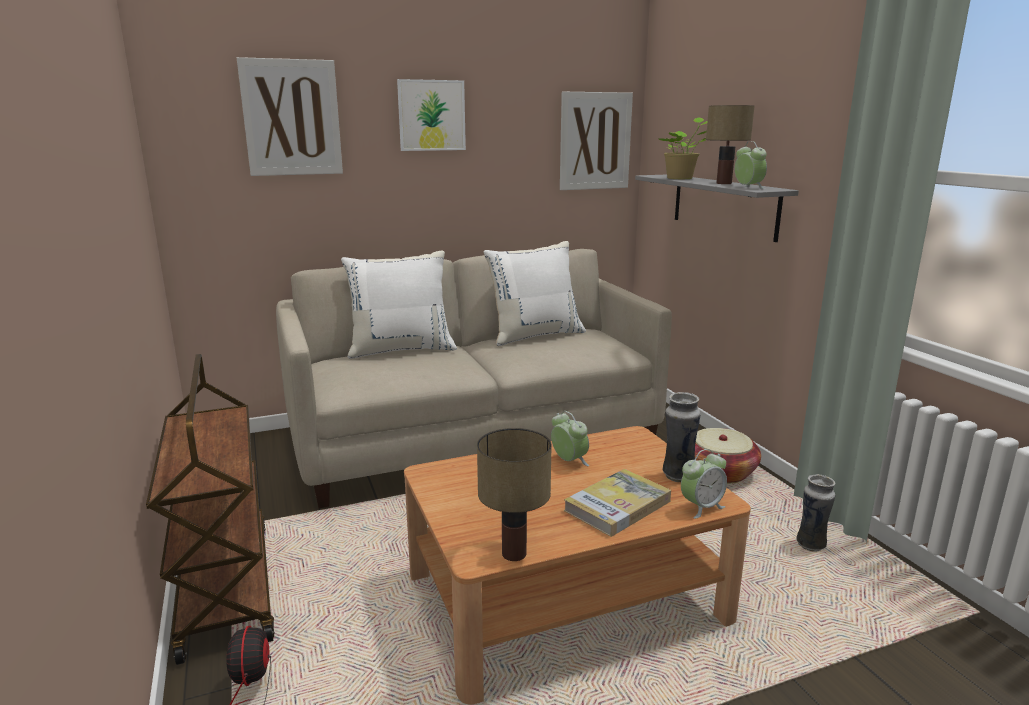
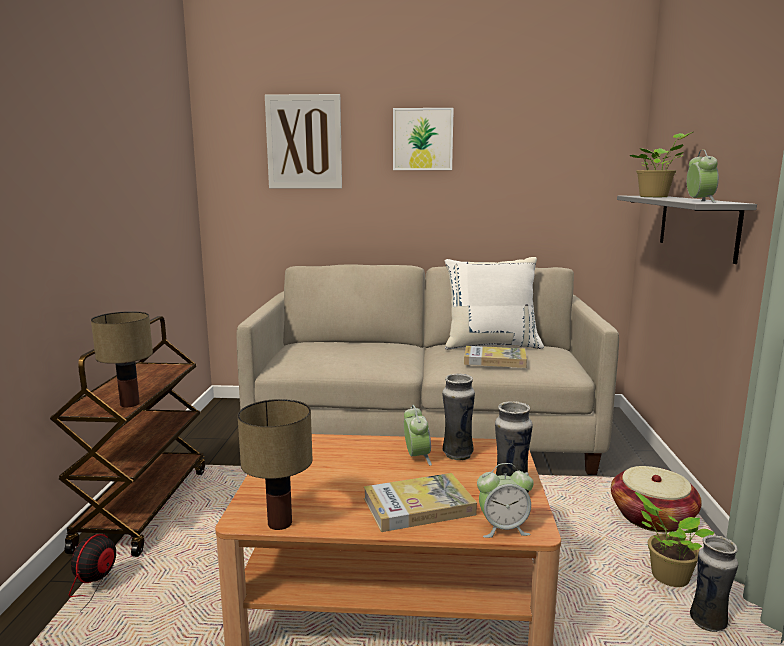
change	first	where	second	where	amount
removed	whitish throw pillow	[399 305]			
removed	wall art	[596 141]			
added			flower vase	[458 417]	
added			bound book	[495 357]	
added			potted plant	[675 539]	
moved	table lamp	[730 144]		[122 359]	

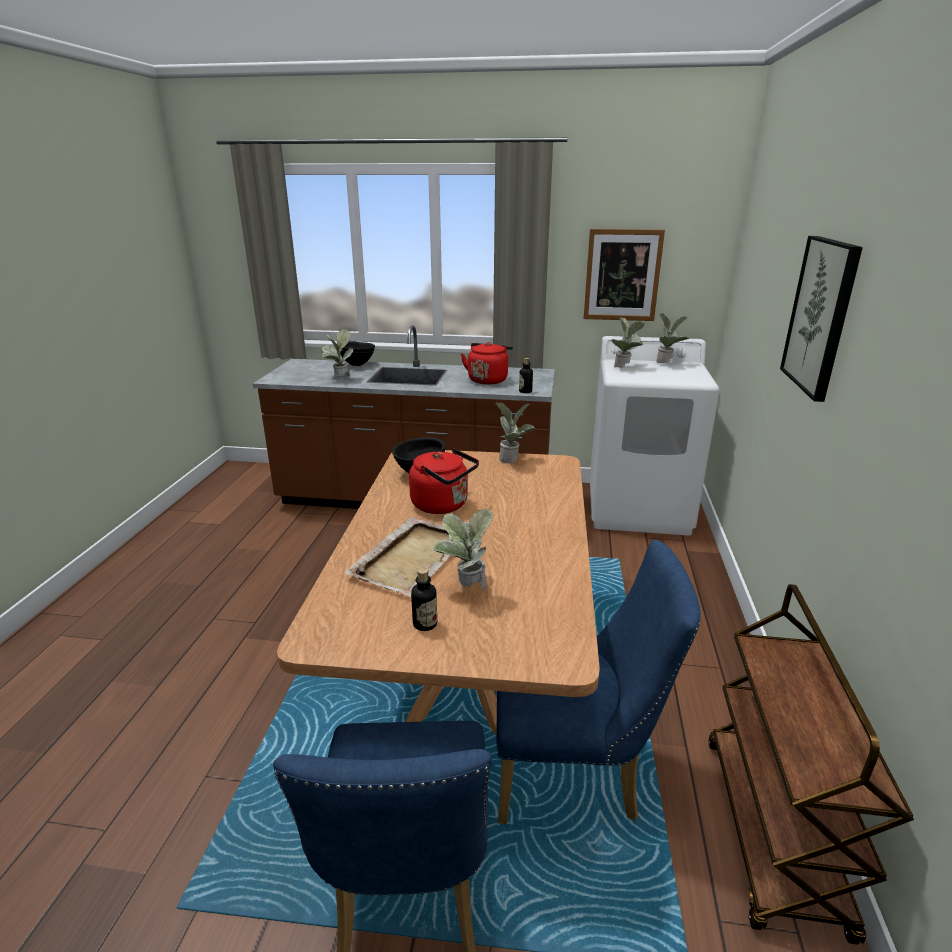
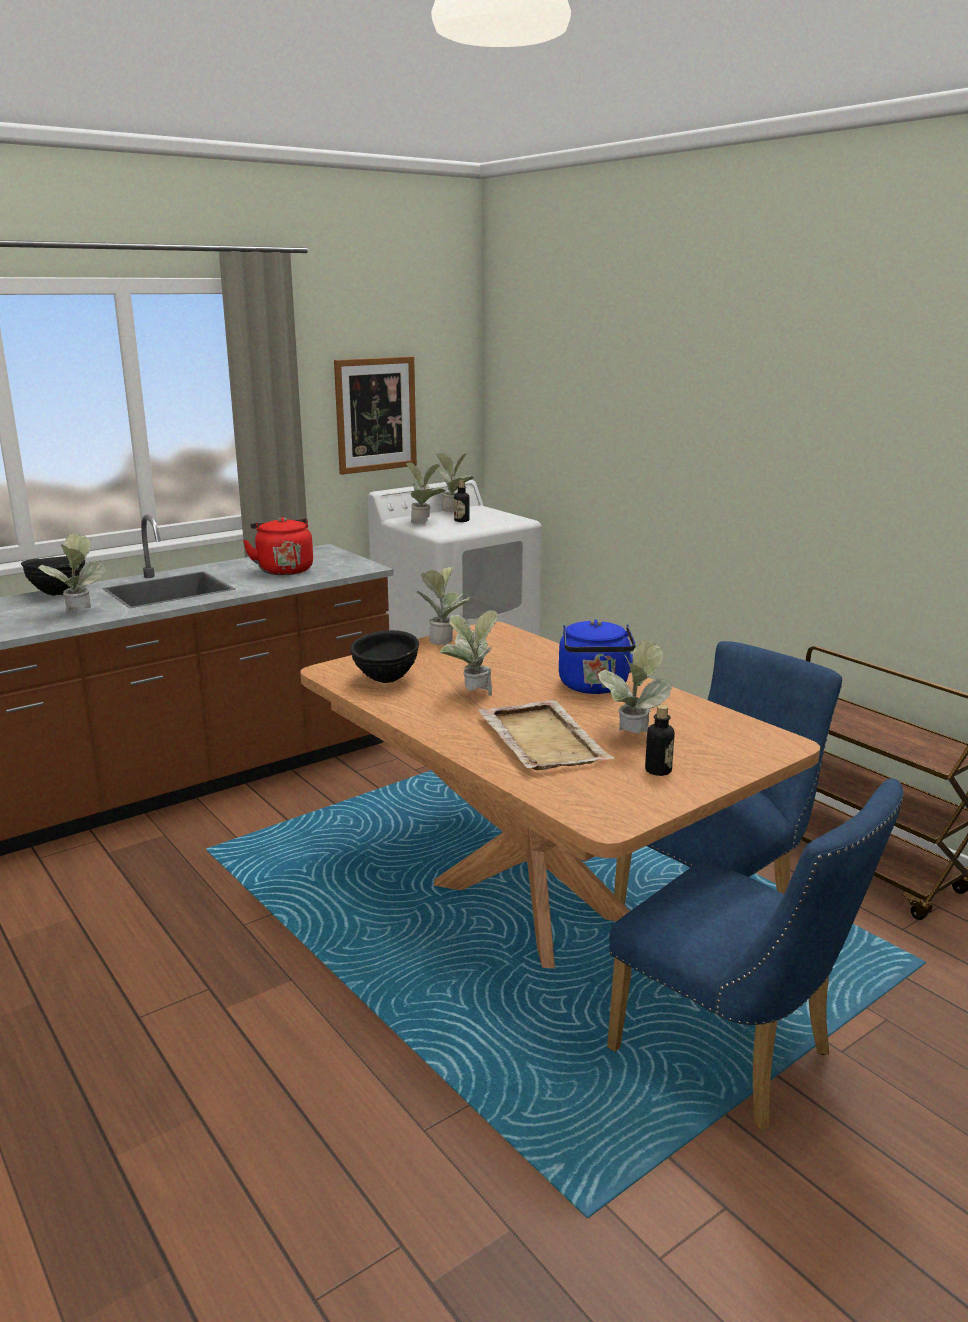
change	first	where	second	where	amount
removed	wall art	[821 319]			
added			blue-coloured tea kettle	[597 656]	
moved	beverage bottle	[526 375]		[462 501]	
replaced	red-coloured tea kettle	[444 481]	potted plant	[469 653]	

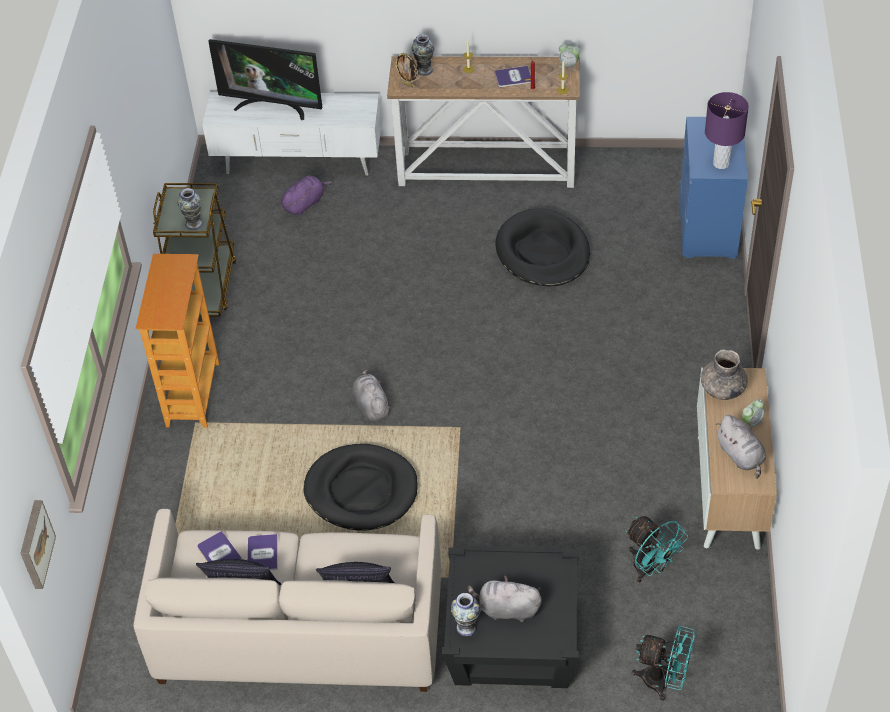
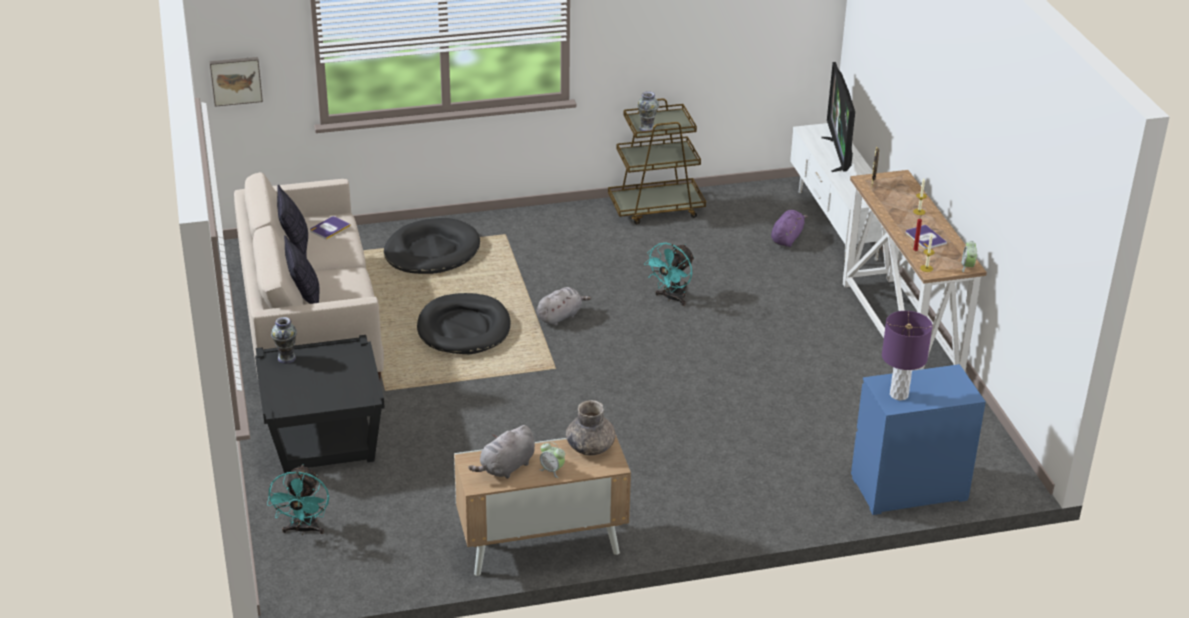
change	first	where	second	where	amount
removed	bookcase	[177 341]			
removed	bound book	[263 552]			
removed	flower vase	[423 55]			
removed	grey soft toy	[505 599]			
moved	black dog bed	[542 247]		[432 246]	
moved	turquoise-coloured fan	[656 549]		[669 274]	
turned	purple soft toy	[306 195]		[789 228]	90 degrees counterclockwise

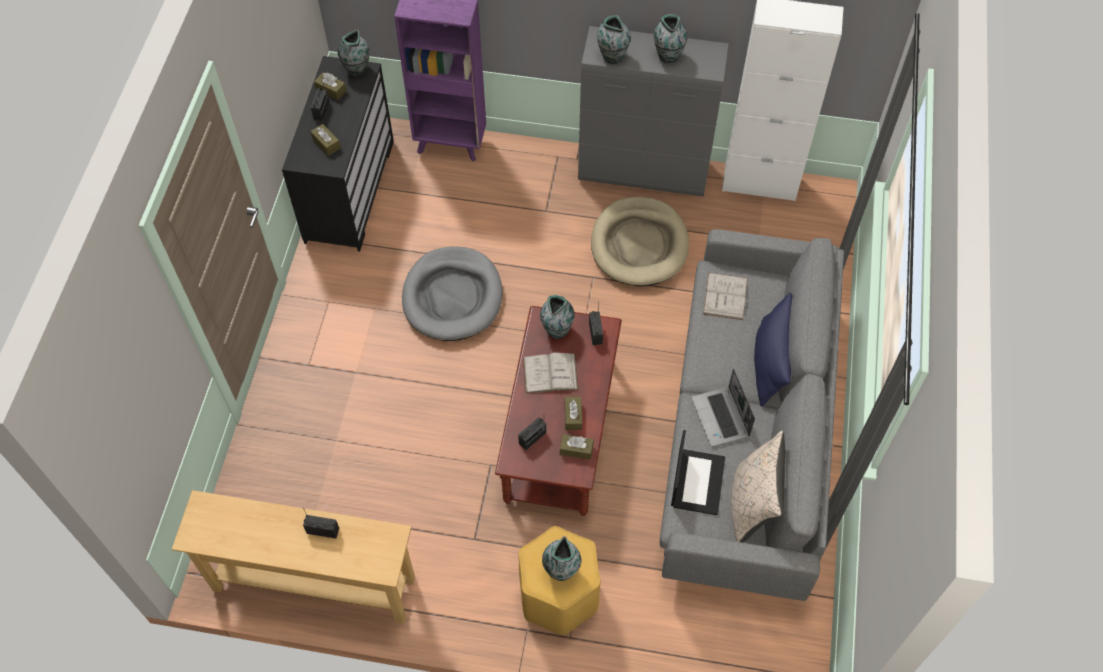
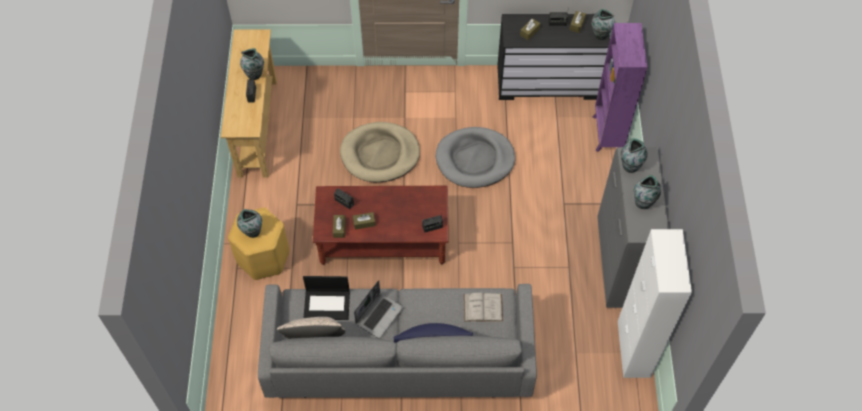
change	first	where	second	where	amount
removed	whitish bound book	[551 373]			
moved	flower vase	[557 317]		[252 64]	
moved	sand-coloured dog bed	[640 242]		[380 152]	
turned	notebook computer	[723 408]		[378 309]	150 degrees clockwise

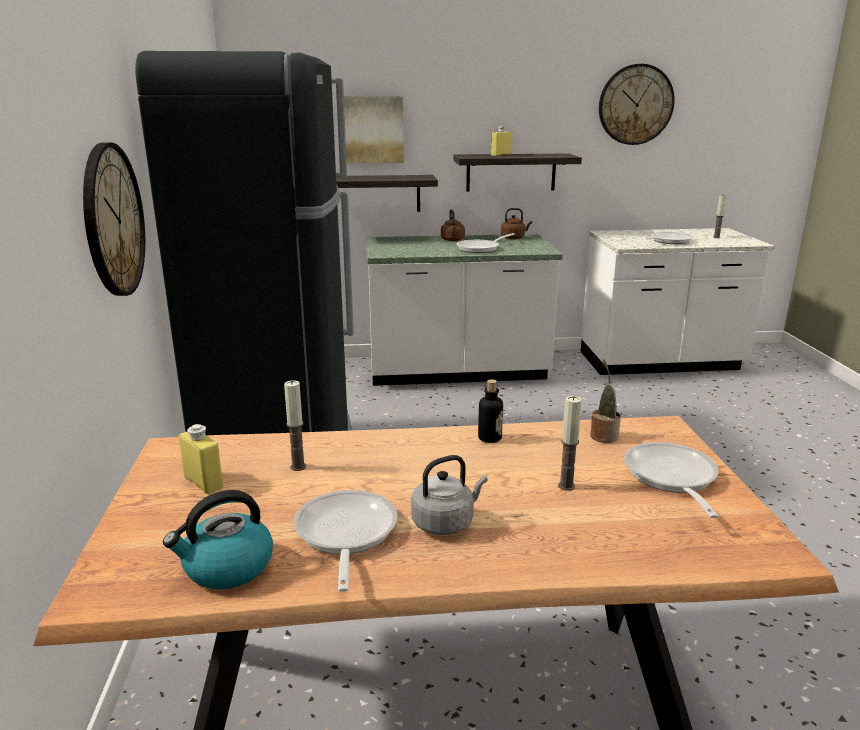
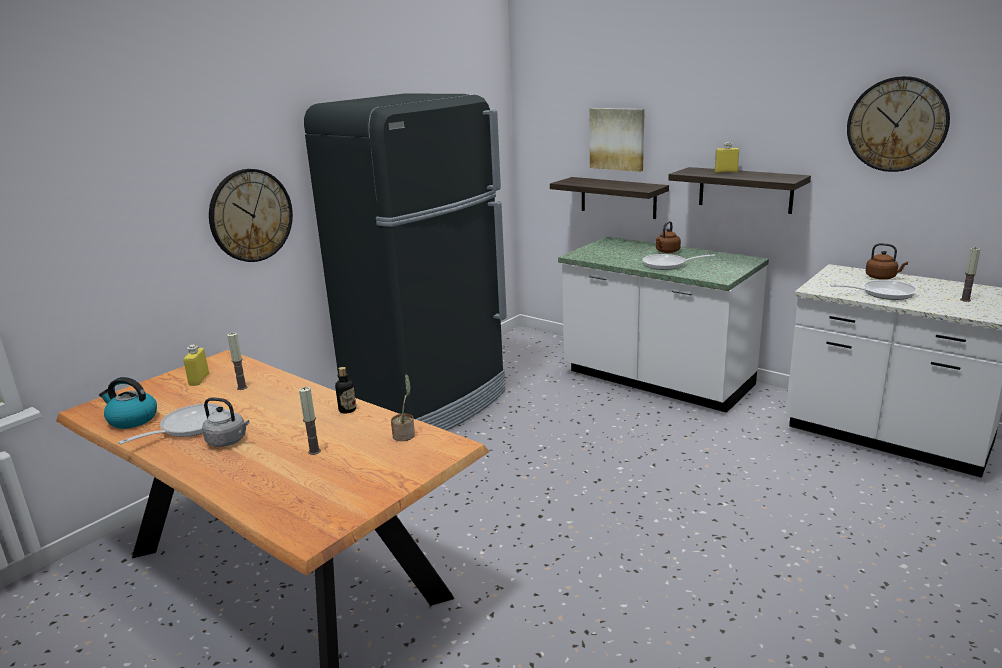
change	first	where	second	where	amount
removed	frying pan	[671 480]			
moved	brownish tea kettle	[516 223]		[887 261]	

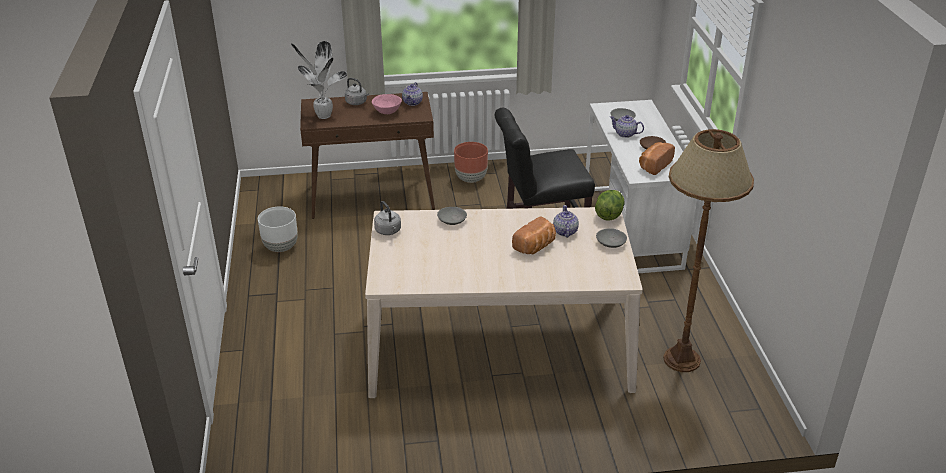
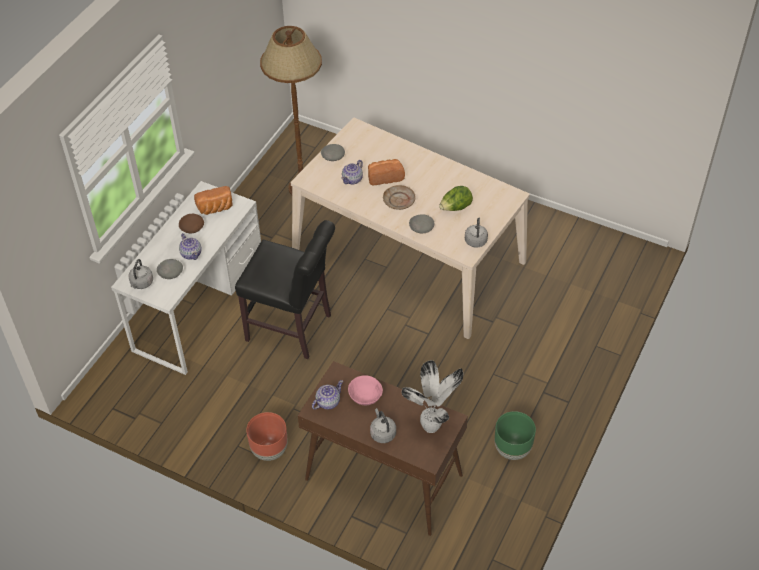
change	first	where	second	where	amount
added			grey tea kettle	[140 274]	
added			sand-coloured plate	[399 197]	
moved	lettuce	[610 205]		[456 198]	
recoloured	whitish planter	[278 229]	green-coloured planter	[515 435]	

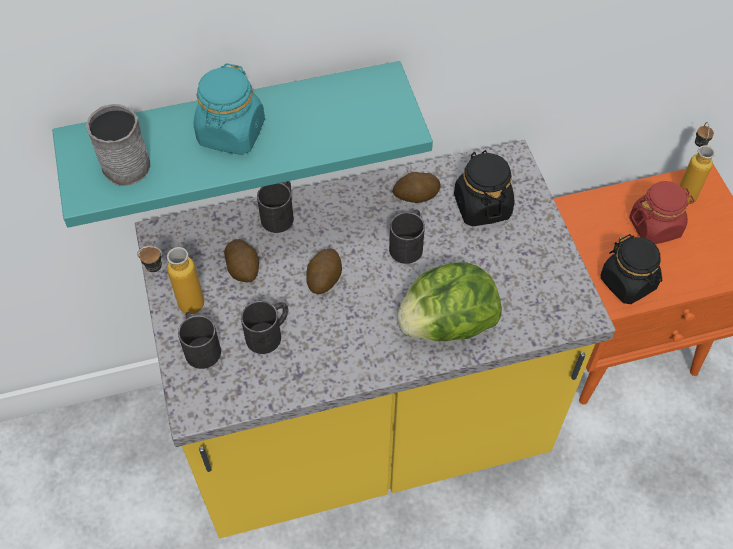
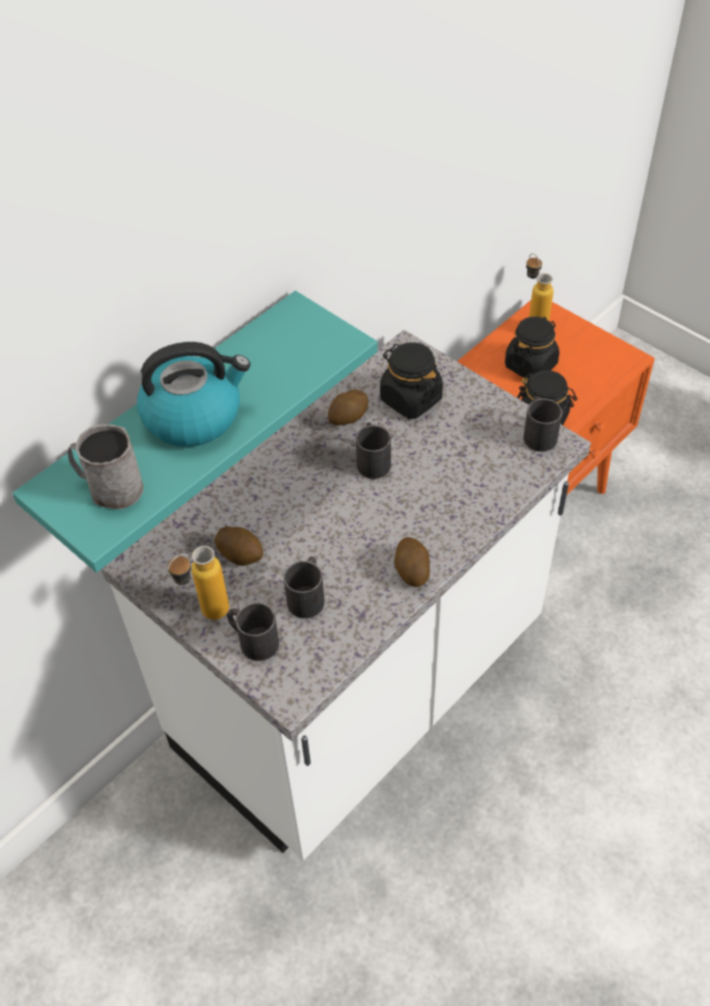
change	first	where	second	where	amount
removed	lettuce	[449 302]			
moved	black coffee mug	[275 207]		[542 424]	
moved	spud	[324 271]		[412 562]	
replaced	turquoise-coloured storage jar	[229 109]	tea kettle	[193 394]	
recoloured	yellow-coloured counter	[375 339]	whitish counter	[346 595]	
recoloured	red-coloured storage jar	[661 212]	black storage jar	[532 348]	

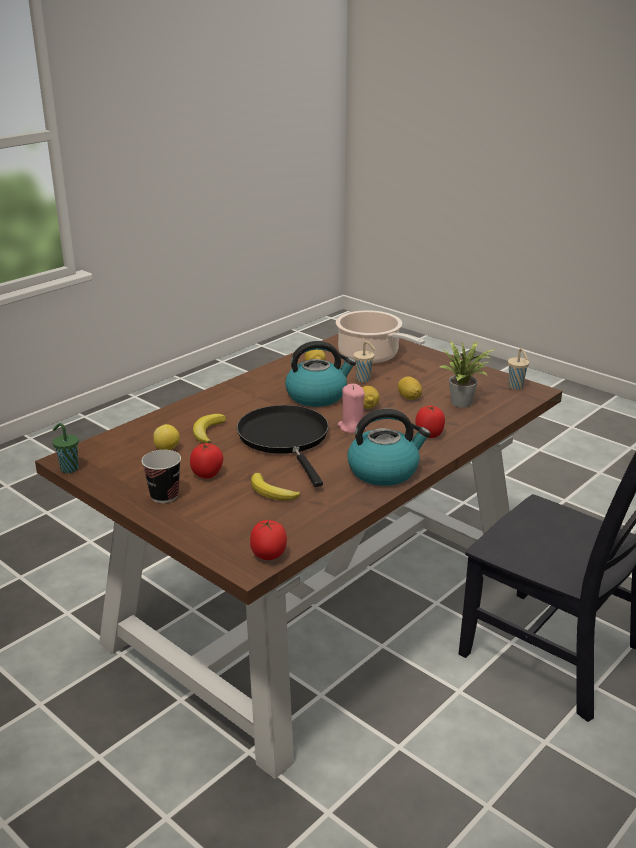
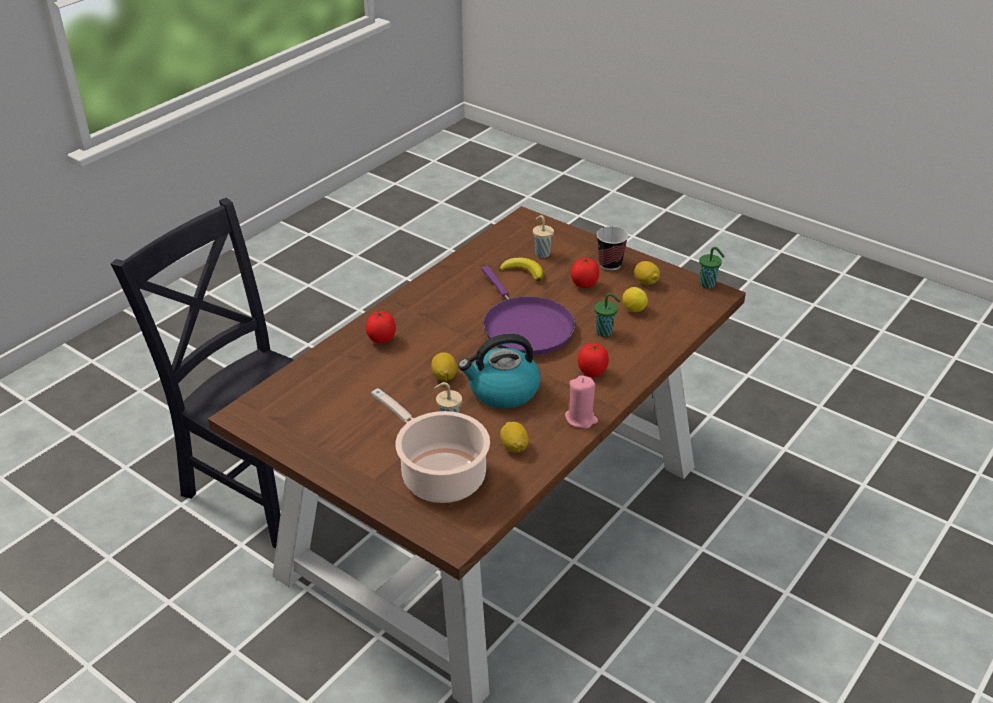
change	first	where	second	where	amount
removed	tea kettle	[389 447]			
removed	potted plant	[467 374]			
moved	fresh tomato	[268 540]		[593 360]	
moved	pinkish candle	[352 408]		[581 402]	
moved	citrus fruit	[410 388]		[647 273]	
moved	sand-coloured small cup	[518 369]		[543 236]	
replaced	banana fruit	[209 429]	green-coloured small cup	[607 315]	
recoloured	black frying pan	[283 446]	purple frying pan	[528 310]	

